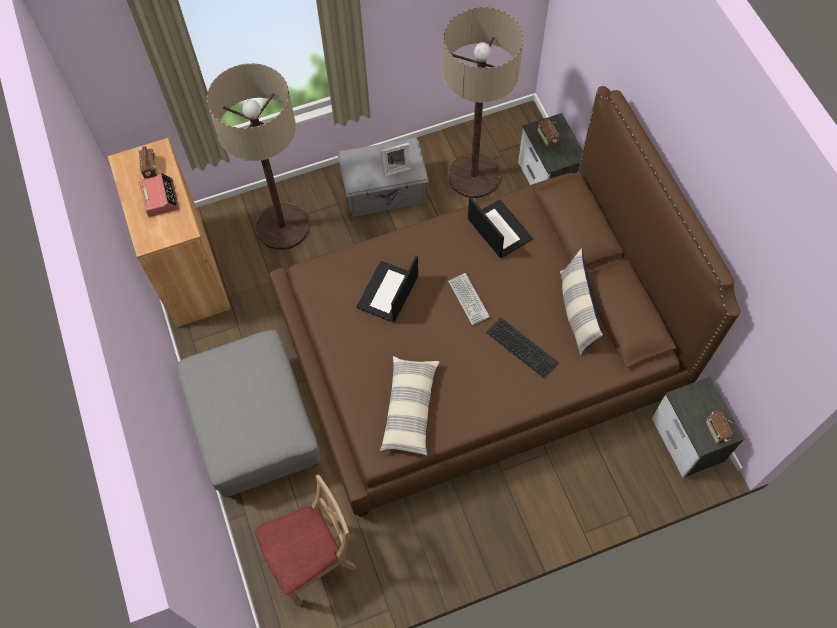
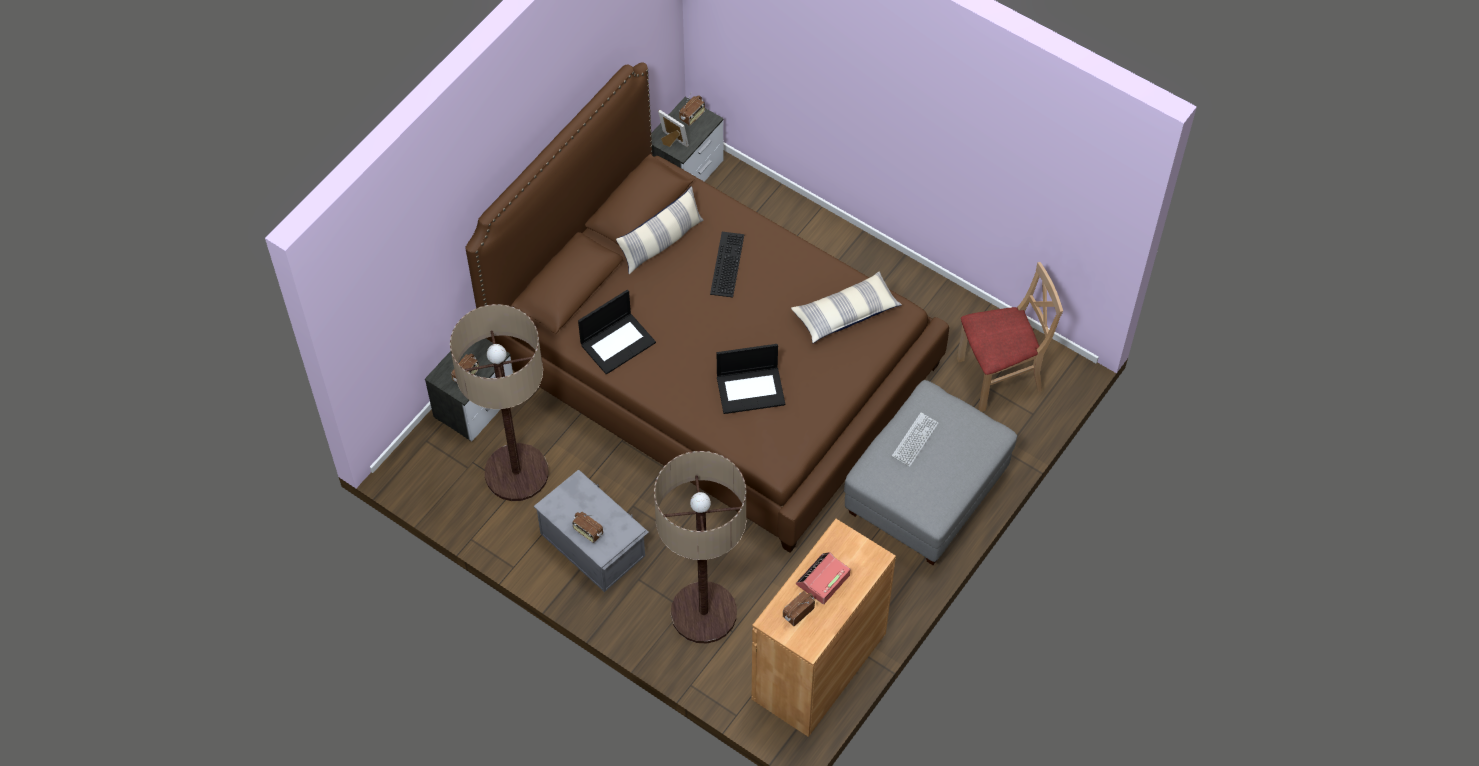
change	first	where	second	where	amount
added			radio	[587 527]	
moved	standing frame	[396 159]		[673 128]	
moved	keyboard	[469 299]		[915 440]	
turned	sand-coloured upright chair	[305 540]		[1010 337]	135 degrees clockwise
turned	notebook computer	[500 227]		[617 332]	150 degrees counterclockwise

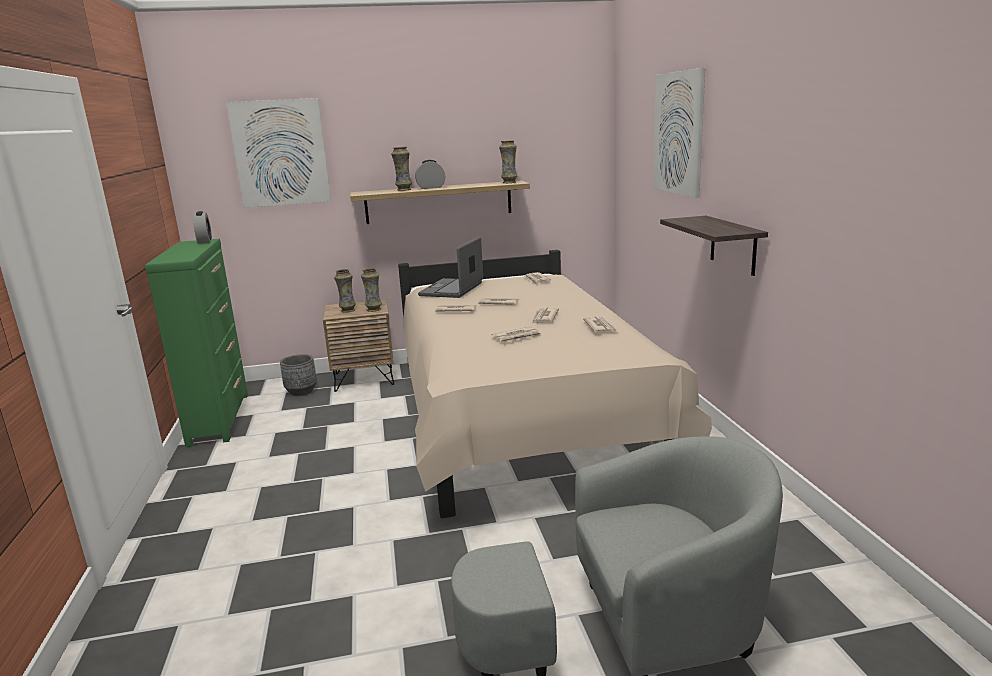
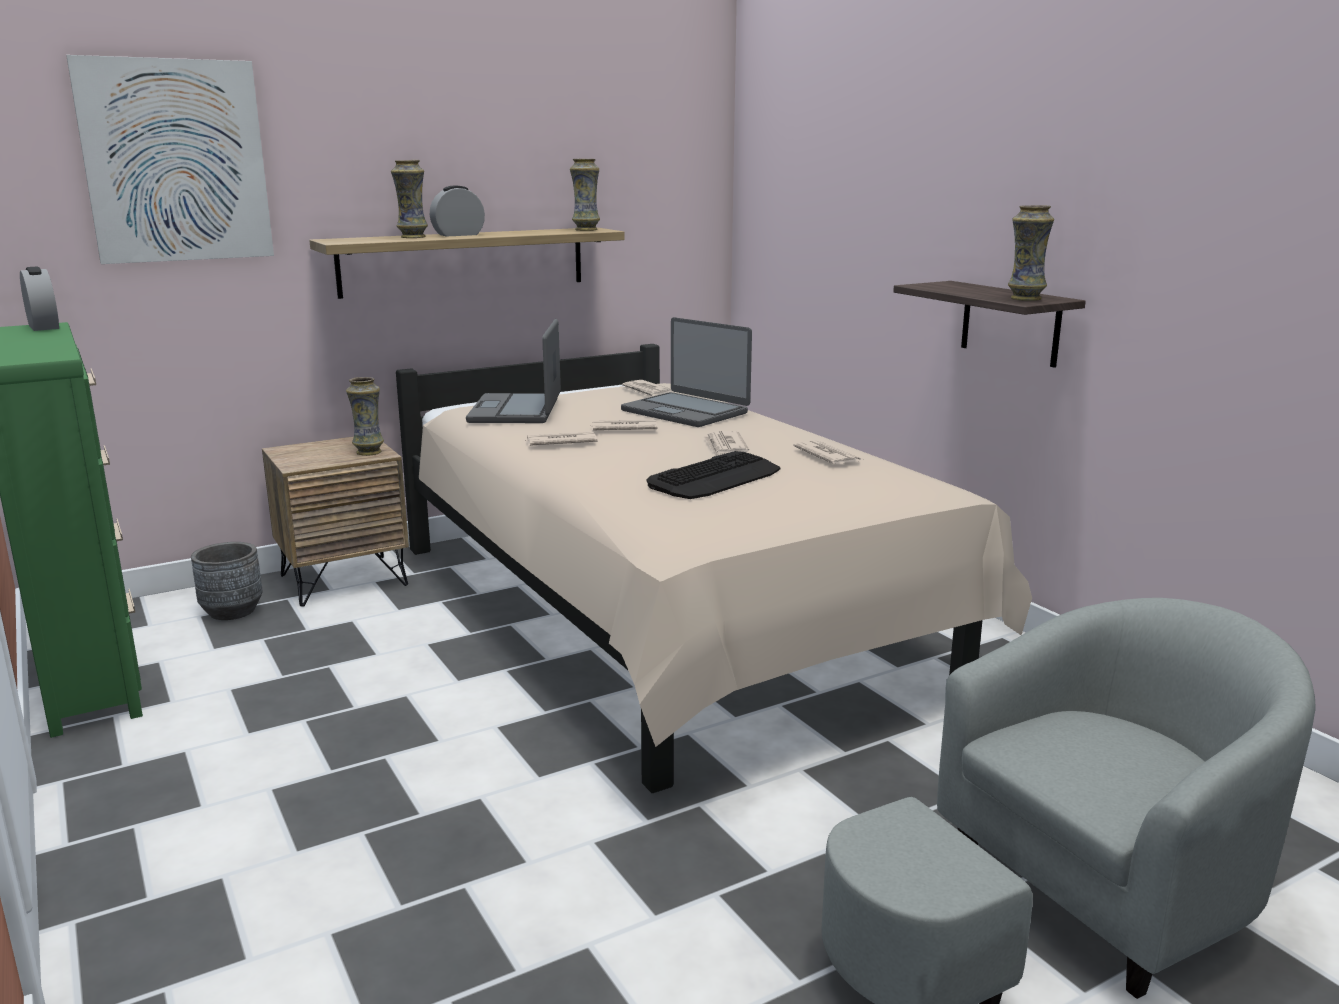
change	first	where	second	where	amount
removed	wall art	[679 133]			
added			notebook computer	[686 372]	
moved	flower vase	[345 291]		[1031 253]	
replaced	daily paper	[517 334]	keyboard	[713 475]	

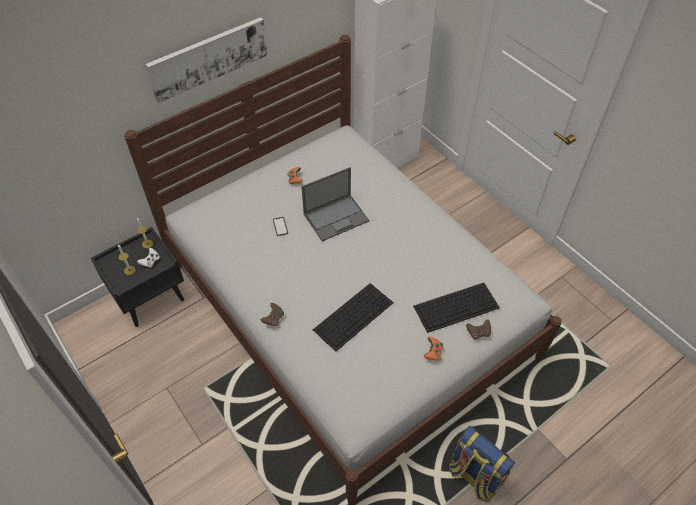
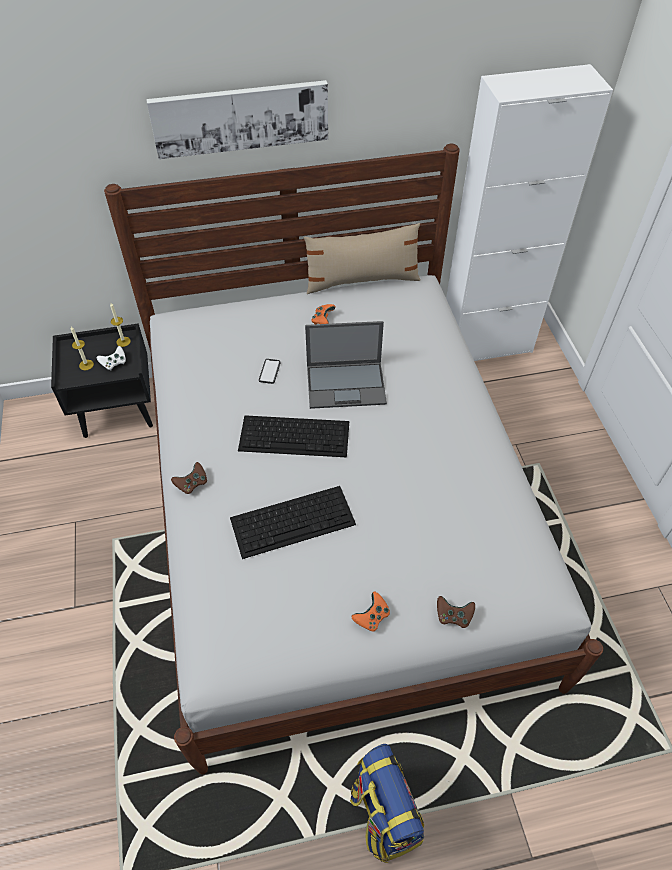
change	first	where	second	where	amount
added			sand-coloured throw pillow	[362 258]	
moved	keyboard	[456 308]		[293 436]	

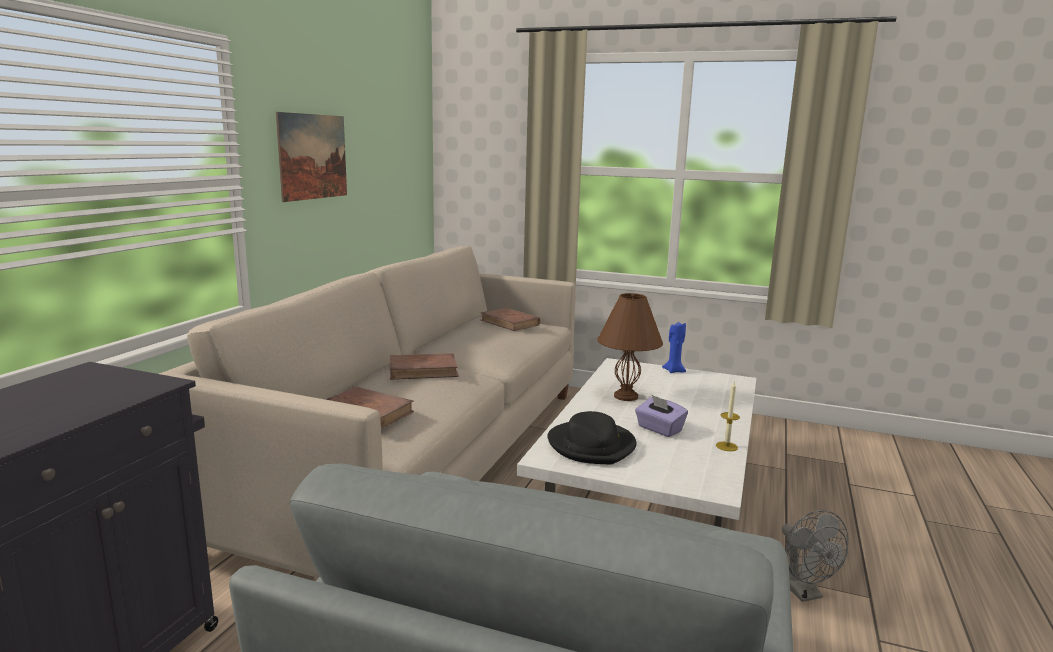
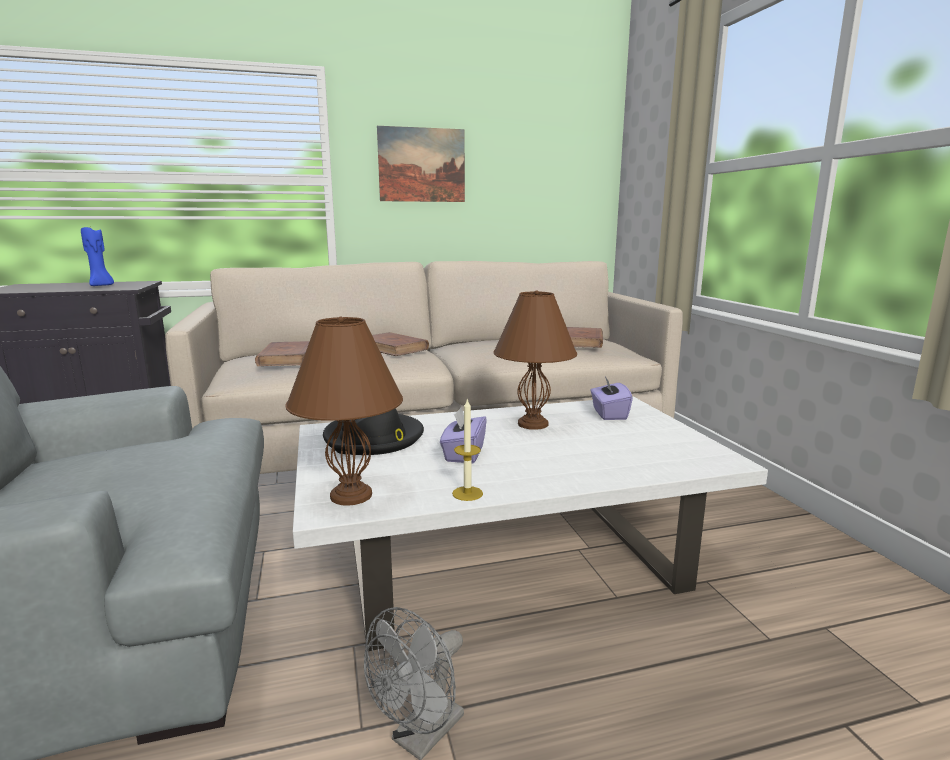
change	first	where	second	where	amount
added			brownish table lamp	[344 411]	
added			purple tissue box	[611 398]	
moved	blue-coloured candle	[674 347]		[97 256]	

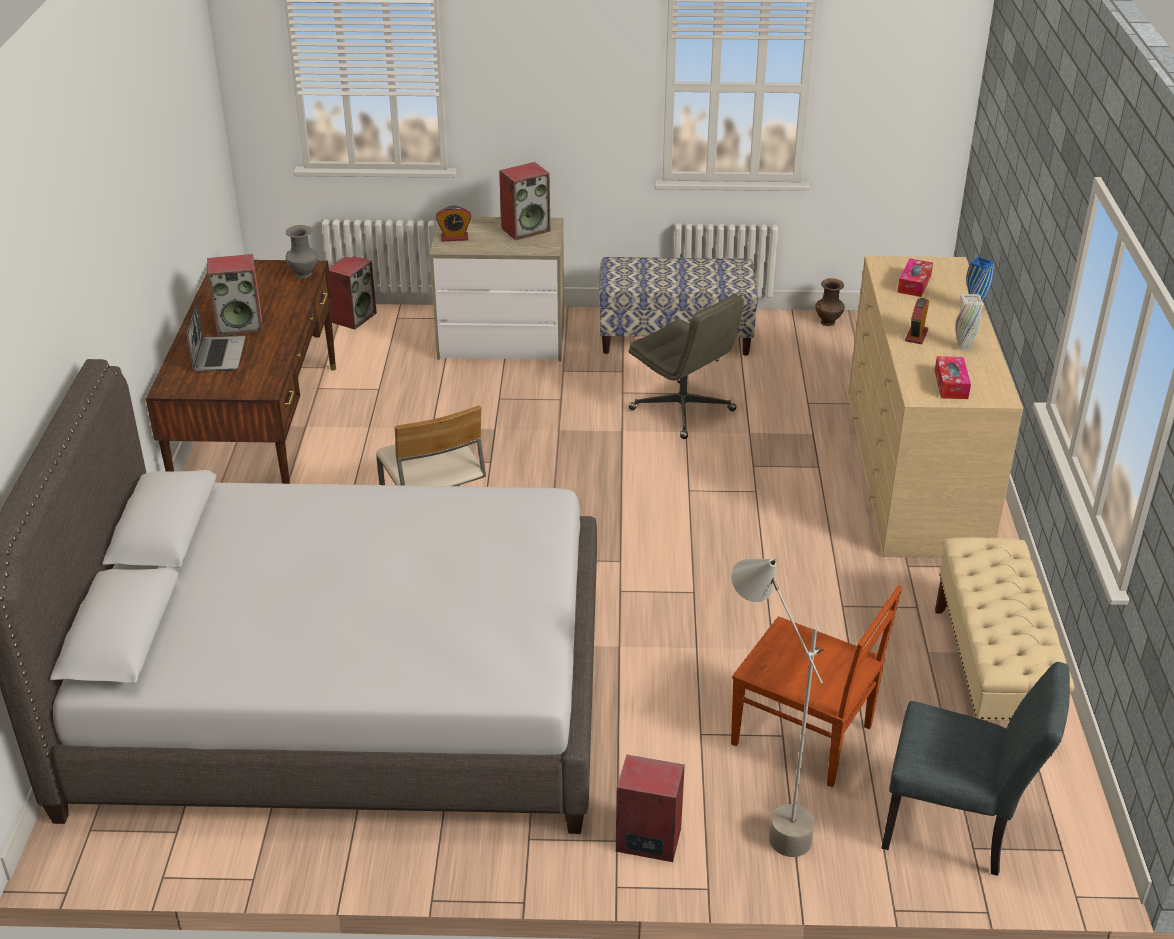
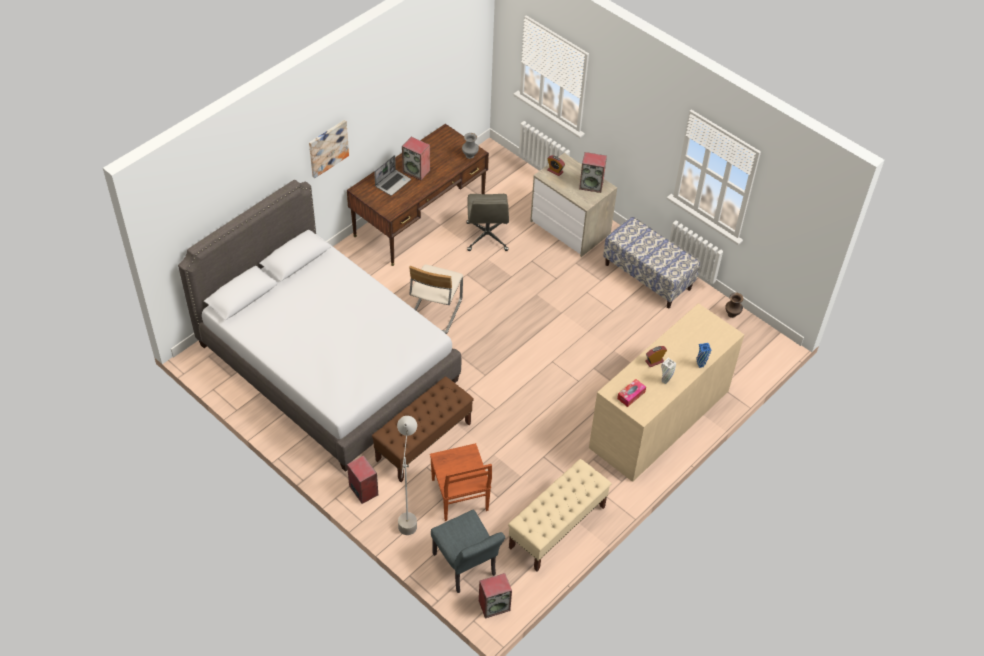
change	first	where	second	where	amount
removed	tissue box	[915 277]			
added			wall art	[329 149]	
added			brownish indoor bench	[423 429]	
moved	loudspeaker	[353 292]		[495 596]	
moved	grey computer chair	[686 366]		[487 222]	

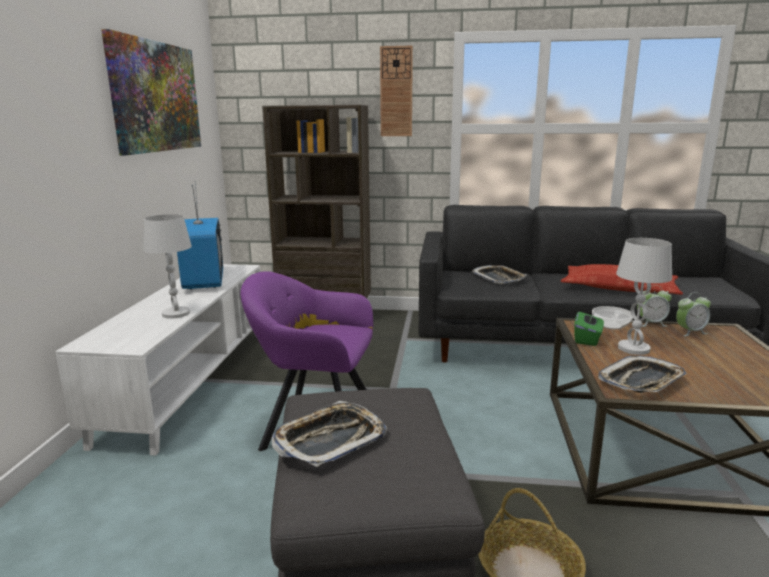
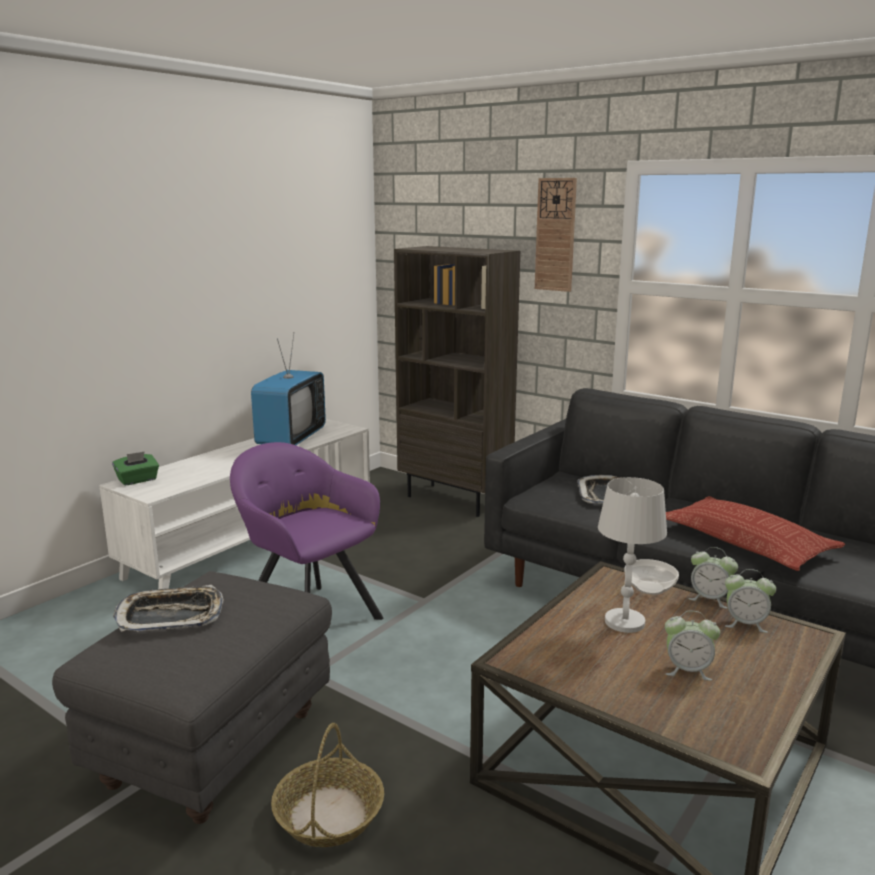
change	first	where	second	where	amount
removed	wall art	[151 92]			
removed	whitish table lamp	[167 266]			
removed	serving tray	[642 374]			
added			bedside clock	[692 646]	
moved	green-coloured tissue box	[589 327]		[135 469]	

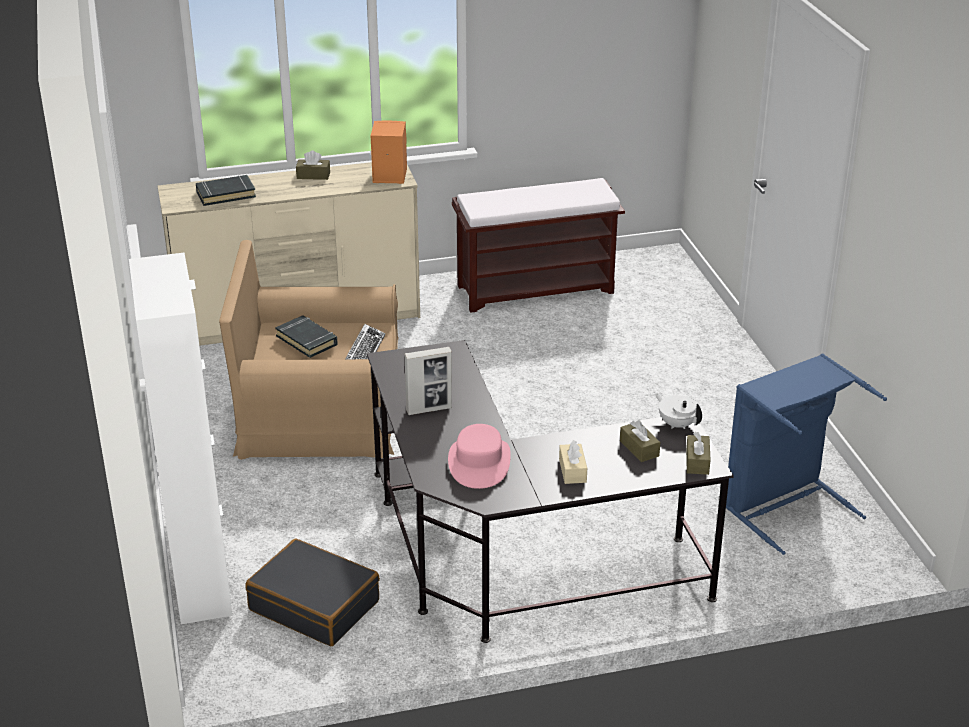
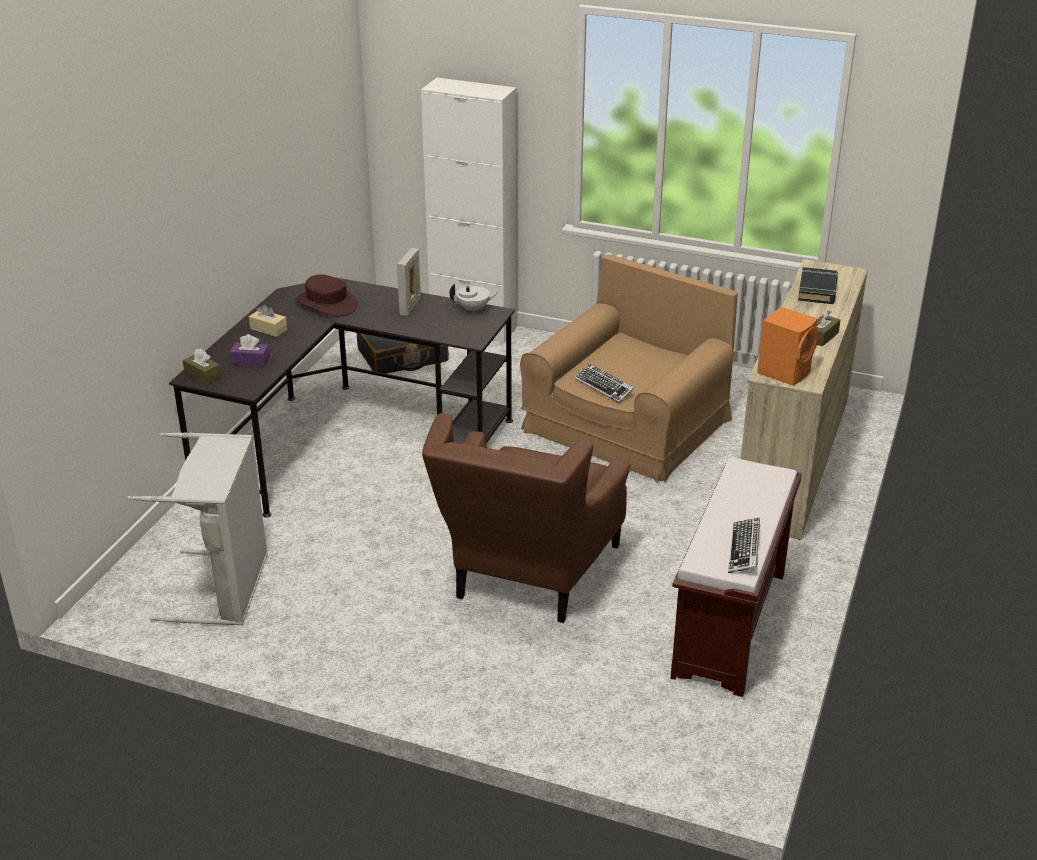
change	first	where	second	where	amount
removed	black bound book	[306 336]			
added			brownish easy chair	[526 518]	
added			keyboard	[744 545]	
moved	whitish pot for tea	[678 411]		[474 298]	
recoloured	pinkish hat	[479 456]	brownish hat	[326 295]	
recoloured	brownish tissue box	[640 441]	purple tissue box	[250 350]	
recoloured	blue-coloured hamper	[806 454]	grey hamper	[197 528]	

